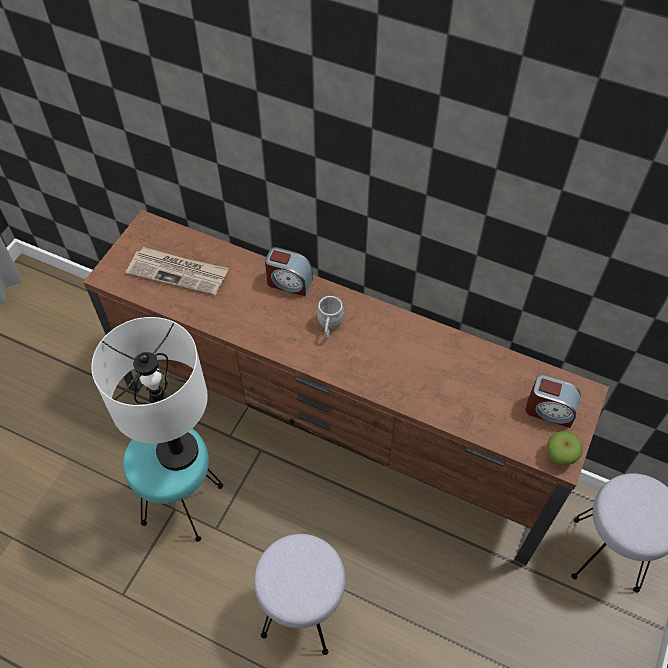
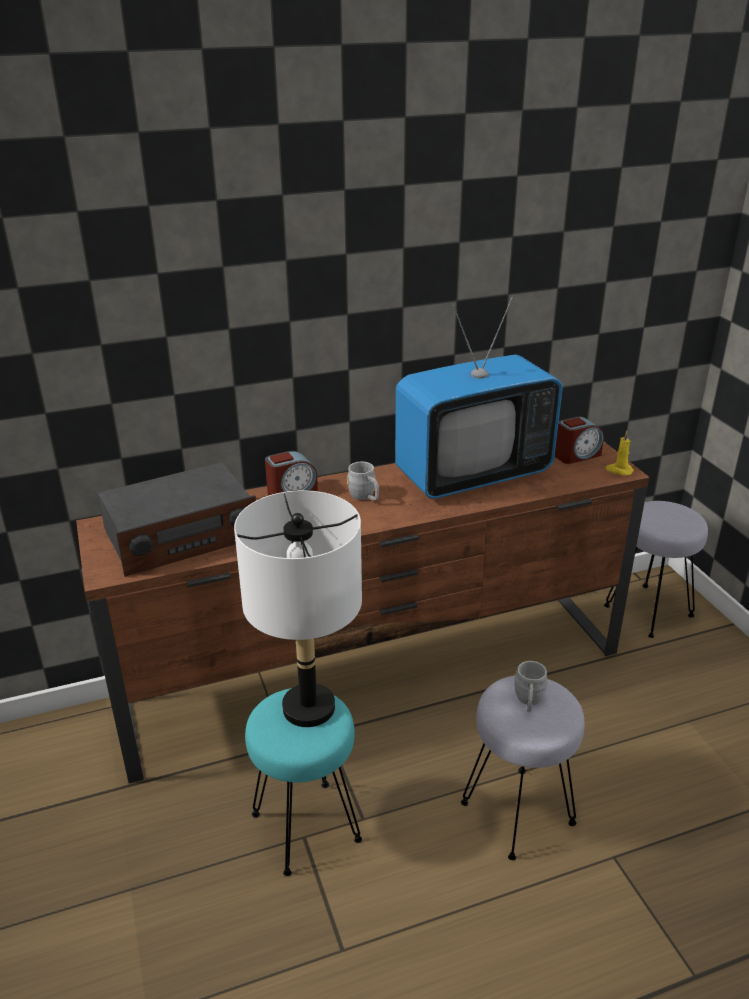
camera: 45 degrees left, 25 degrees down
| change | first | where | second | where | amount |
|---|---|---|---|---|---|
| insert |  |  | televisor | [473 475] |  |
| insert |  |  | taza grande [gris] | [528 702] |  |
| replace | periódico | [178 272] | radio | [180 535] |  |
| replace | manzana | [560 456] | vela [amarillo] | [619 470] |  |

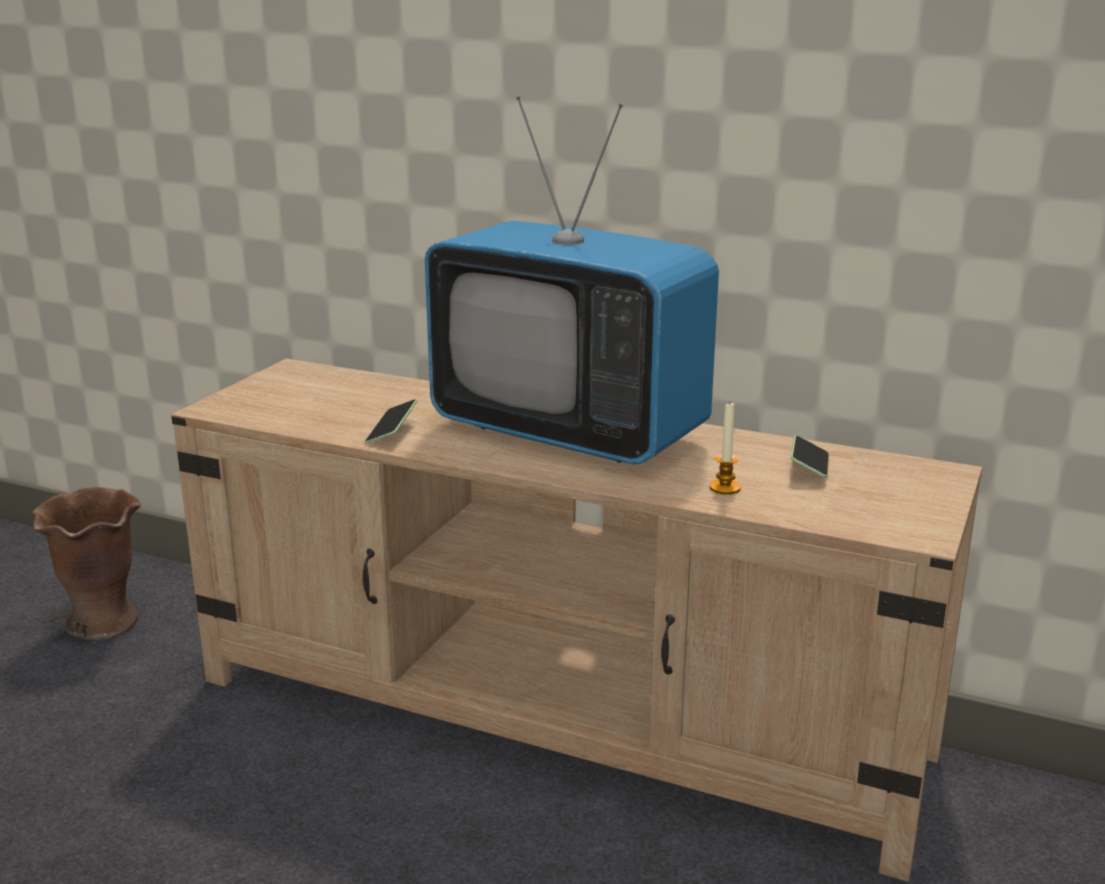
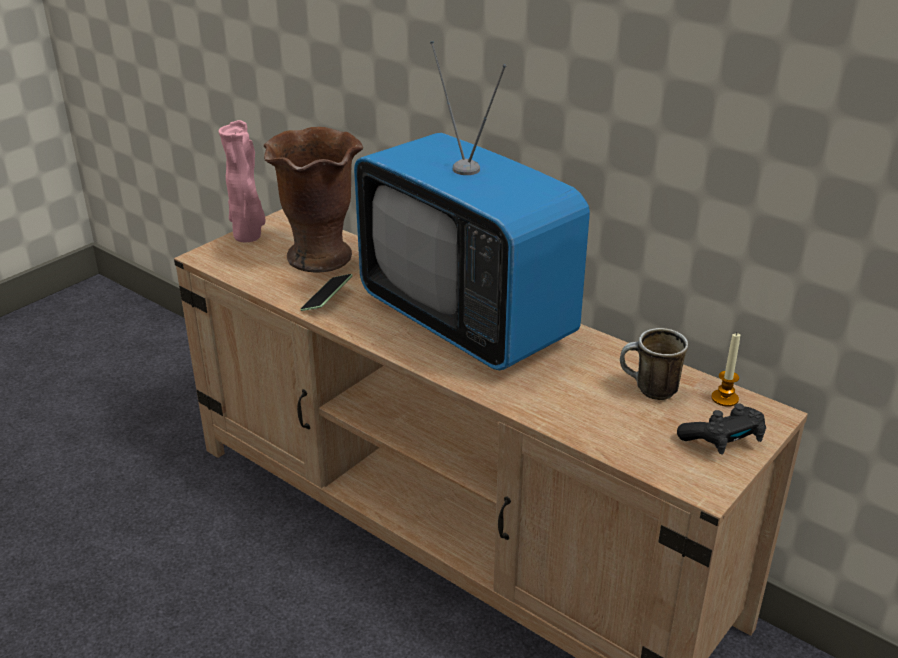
camera: 15 degrees right, 10 degrees up
| change | first | where | second | where | amount |
|---|---|---|---|---|---|
| insert |  |  | florero [rosa] | [249 237] |  |
| insert |  |  | mando de consola [negro] | [723 440] |  |
| move | florero [marrón] | [103 623] |  | [320 257] |  |
| move | vela | [725 488] |  | [724 398] |  |
| replace | móvil | [809 467] | taza grande | [648 391] |  |

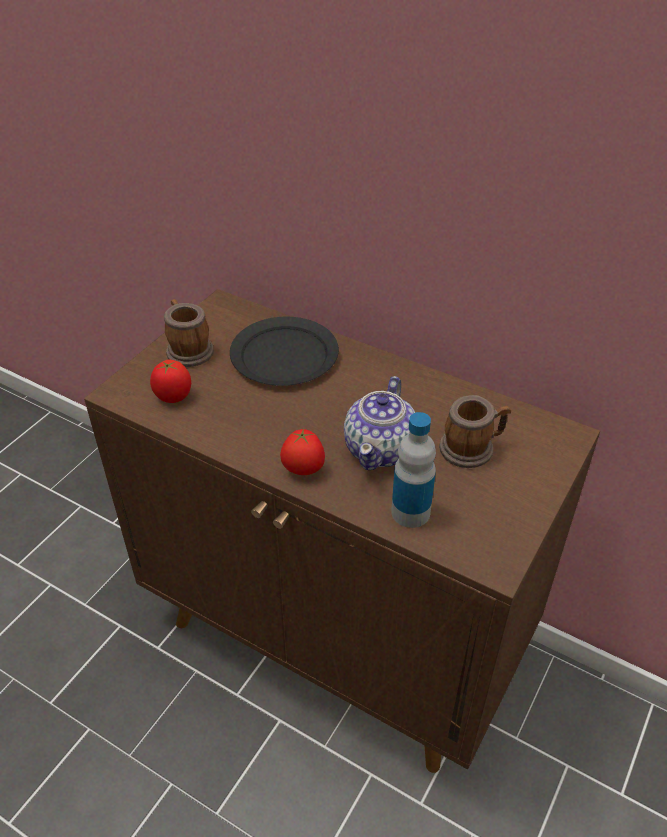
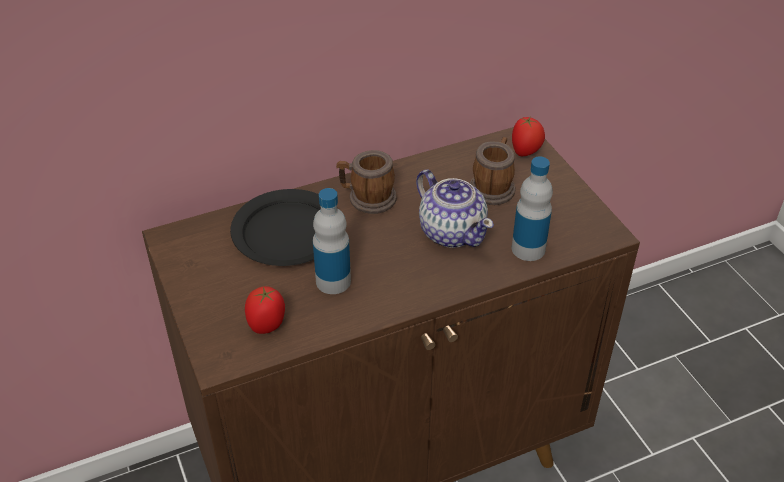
camera: 55 degrees left, 0 degrees up
| change | first | where | second | where | amount |
|---|---|---|---|---|---|
| insert |  |  | botella | [333 281] |  |
| move | taza grande | [188 349] |  | [367 198] |  |
| move | tomate | [303 470] |  | [526 152] |  |

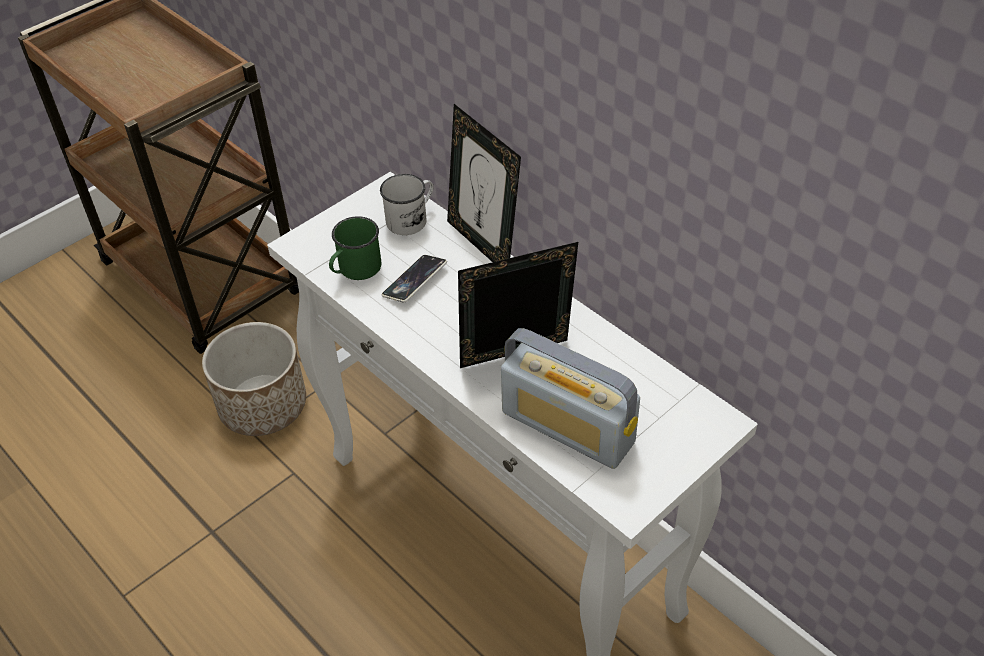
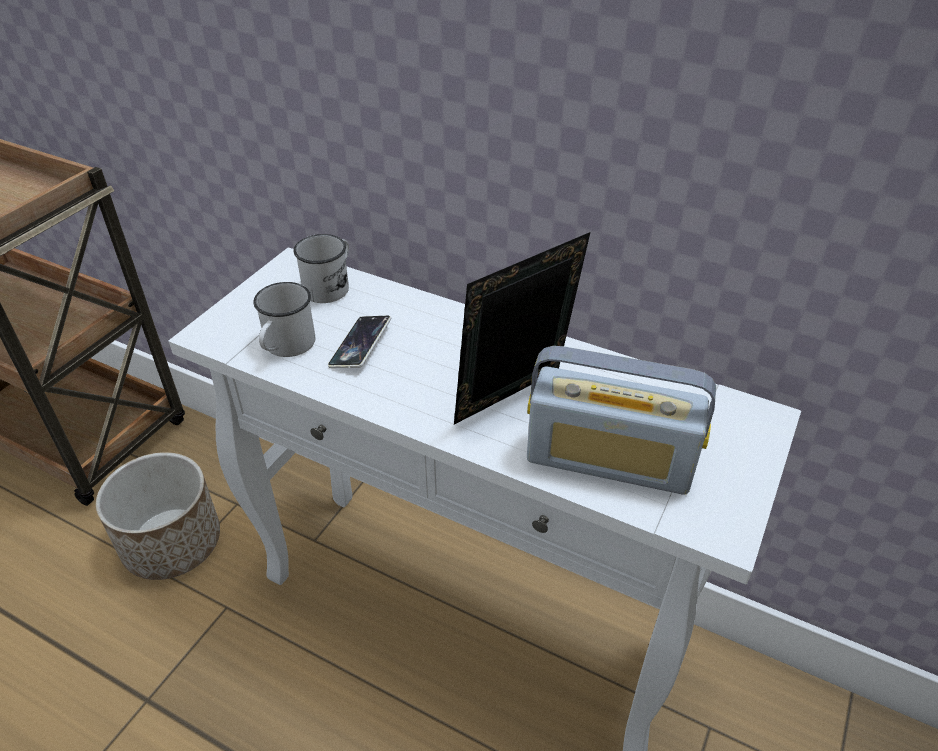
camera: 20 degrees left, 5 degrees down
| change | first | where | second | where | amount |
|---|---|---|---|---|---|
| delete | portarretratos | [483 244] |  |  |  |
| recolor | taza grande [verde] | [355 270] | taza grande [blanco] | [286 347] |  |

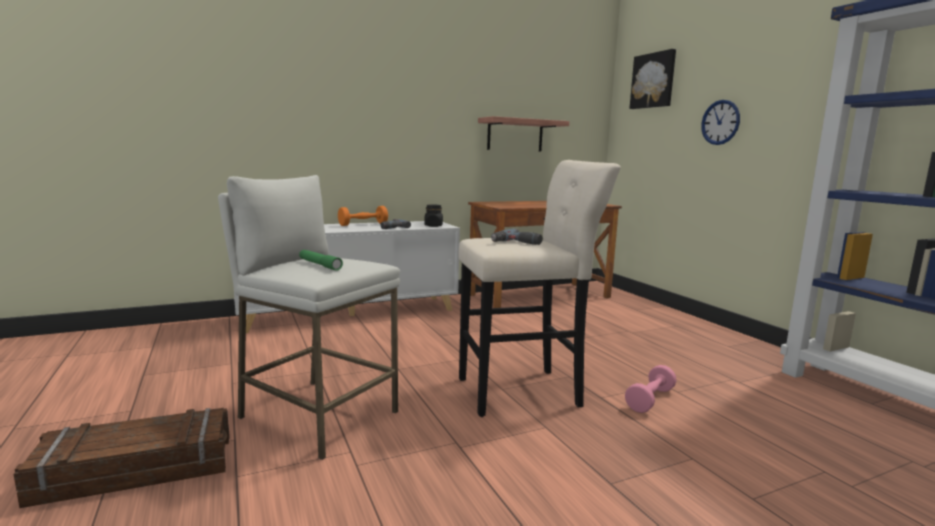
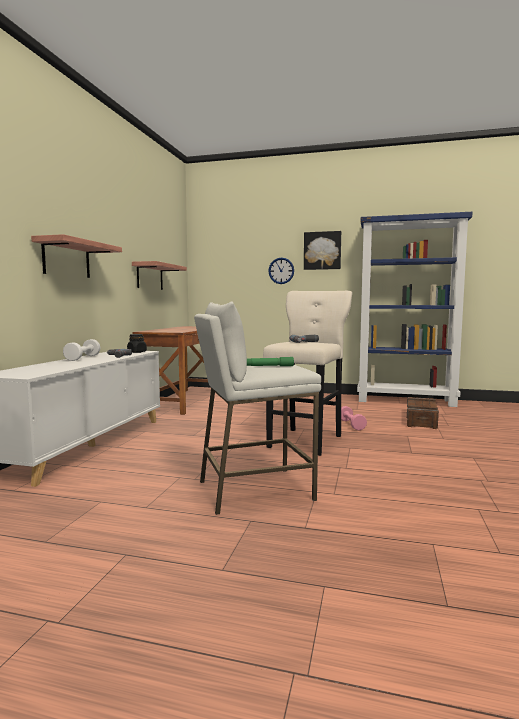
camera: 50 degrees left, 5 degrees down
| change | first | where | second | where | amount |
|---|---|---|---|---|---|
| insert |  |  | estante | [66 259] |  |
| move | caja de embalaje | [136 471] |  | [421 419] |  |
| move | cuadro | [653 80] |  | [322 250] |  |
| recolor | mancuerna [naranja] | [363 224] | mancuerna [blanco] | [82 358] |  |

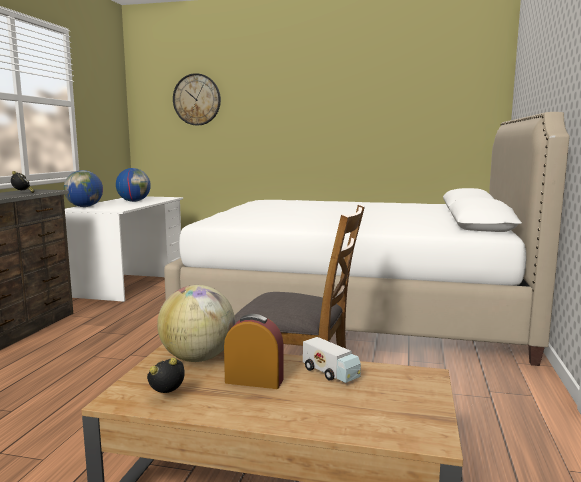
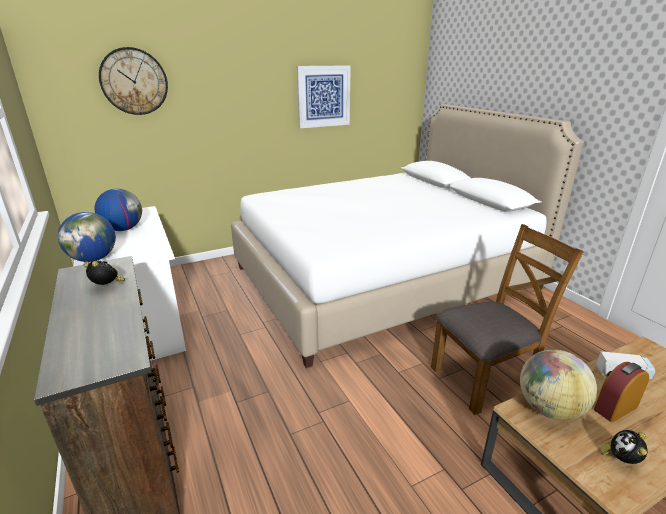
camera: 40 degrees left, 15 degrees up
| change | first | where | second | where | amount |
|---|---|---|---|---|---|
| insert |  |  | cuadro | [323 96] |  |

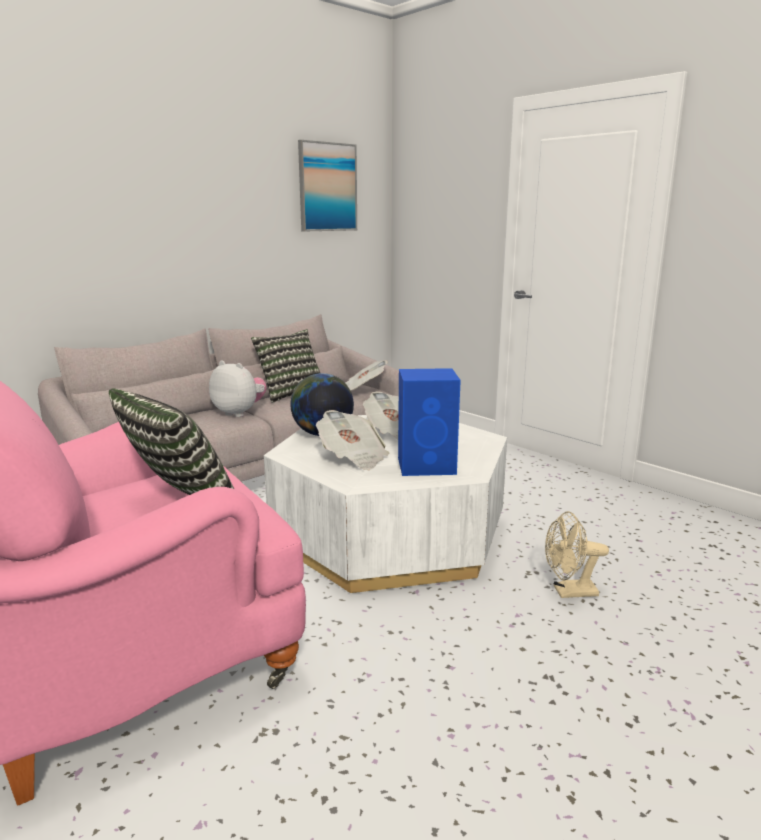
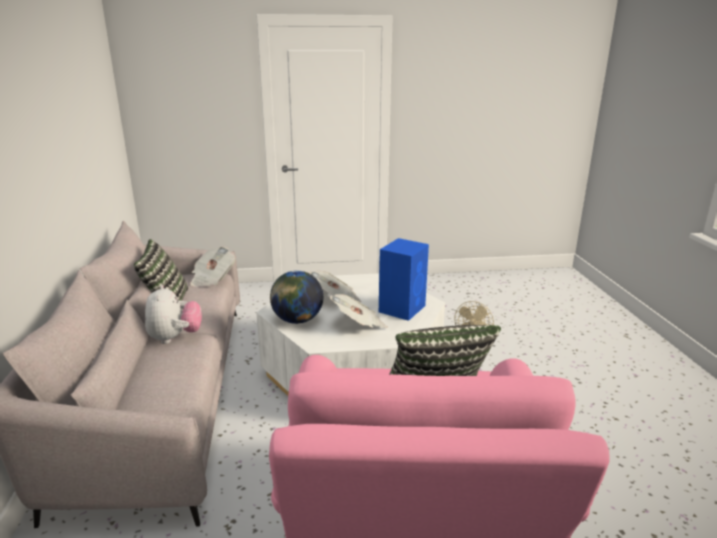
camera: 55 degrees left, 5 degrees up
| change | first | where | second | where | amount |
|---|---|---|---|---|---|
| delete | cuadro | [327 187] |  |  |  |
| rotate | peluche | [239 413] |  | [175 338] | 105 degrees clockwise |

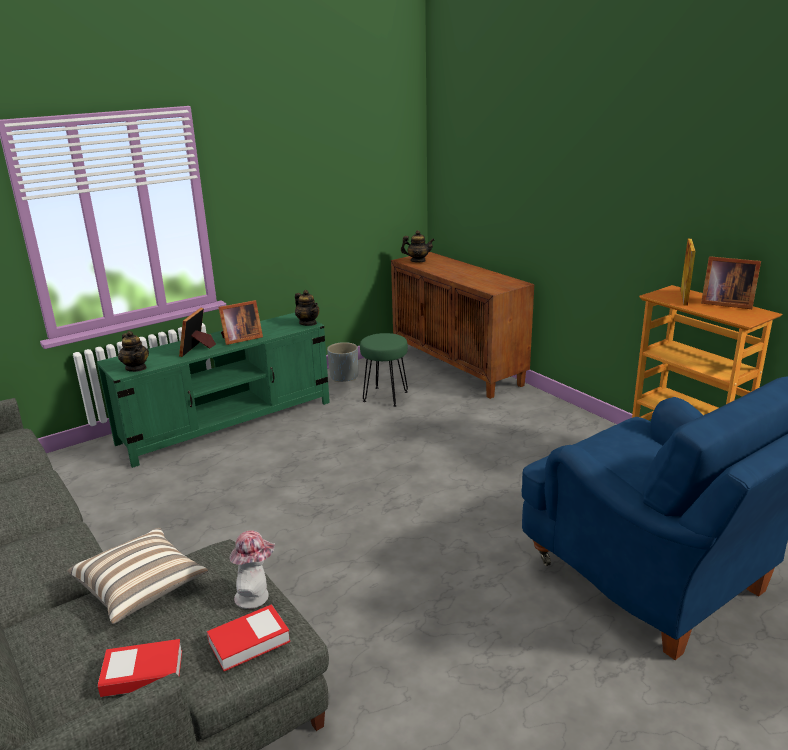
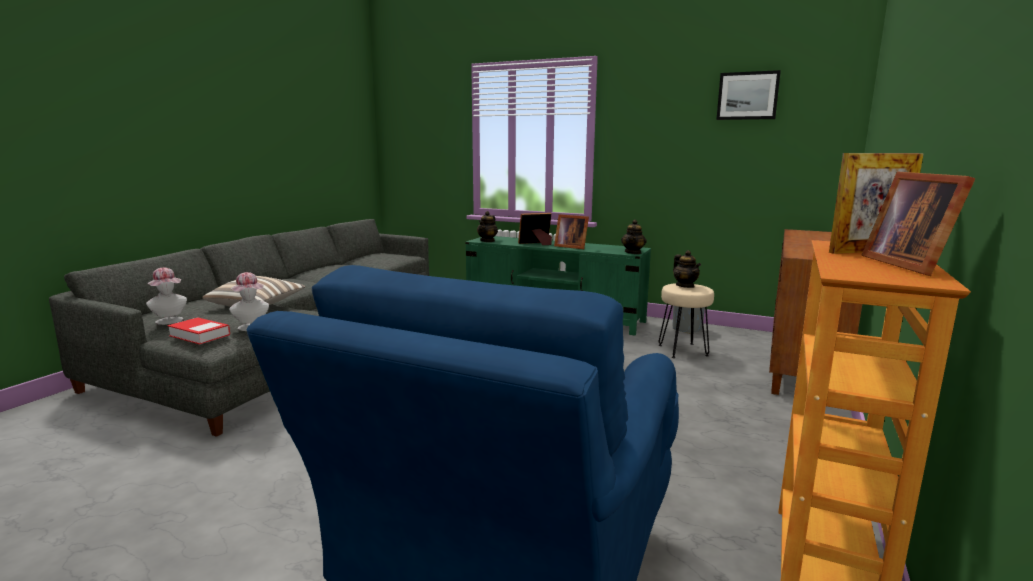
camera: 60 degrees right, 10 degrees down
| change | first | where | second | where | amount |
|---|---|---|---|---|---|
| insert |  |  | cuadro | [747 96] |  |
| move | tetera | [418 261] |  | [685 286] |  |
| replace | libro | [142 673] | sombrero | [170 321] |  |
| recolor | taburete [verde] | [385 396] | taburete [beis] | [683 350] |  |

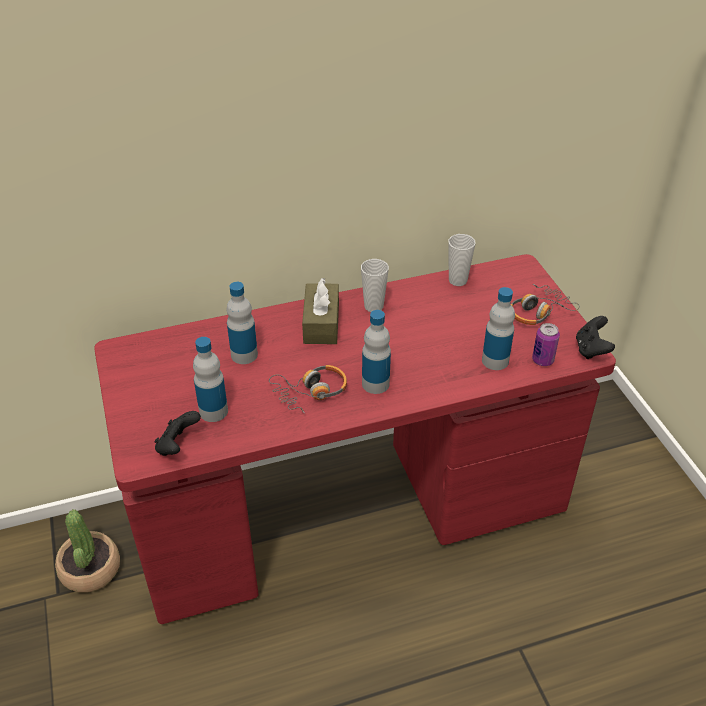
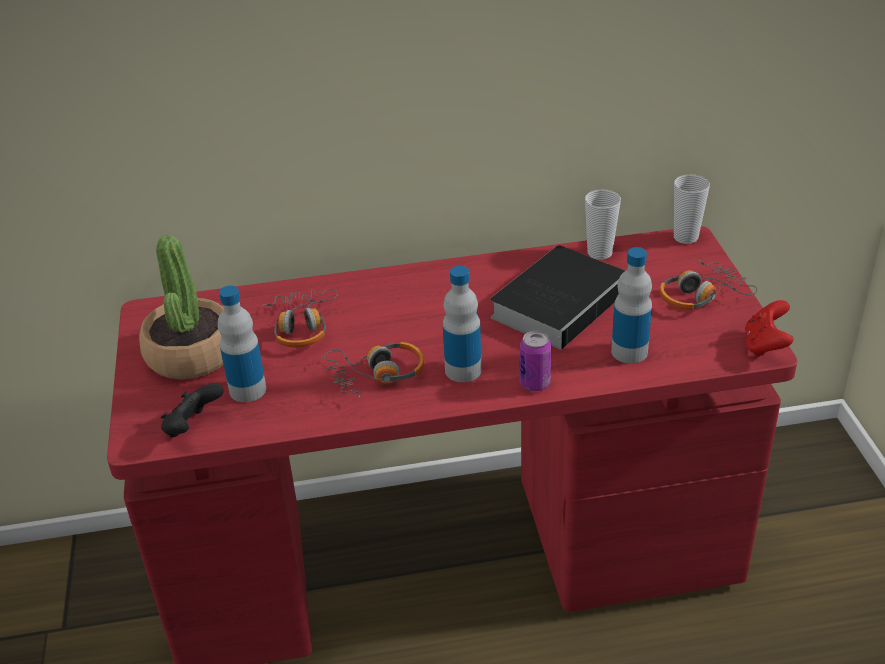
camera: 10 degrees right, 5 degrees down
| change | first | where | second | where | amount |
|---|---|---|---|---|---|
| delete | caja de pañuelos [marrón] | [321 323] |  |  |  |
| insert |  |  | libro | [561 301] |  |
| move | planta en maceta | [90 569] |  | [191 354] |  |
| move | taza | [373 306] |  | [685 237] |  |
| move | lata | [542 360] |  | [535 384] |  |
| replace | botella | [244 355] | auriculares | [302 326] |  |
| recolor | mando de consola [negro] | [591 349] | mando de consola [rojo] | [765 346] |  |

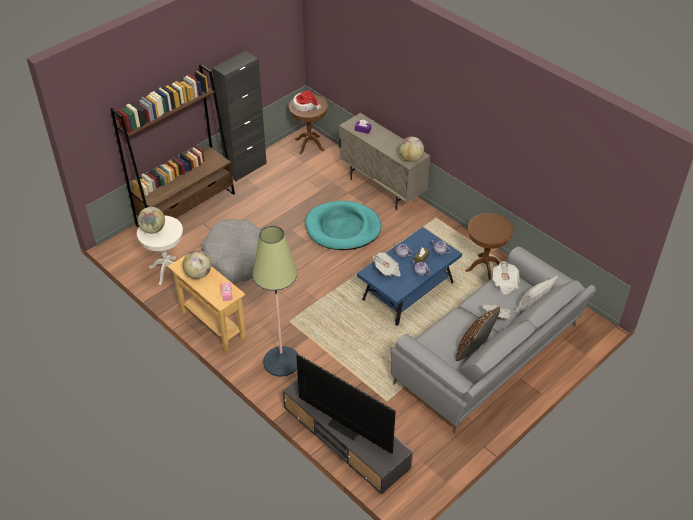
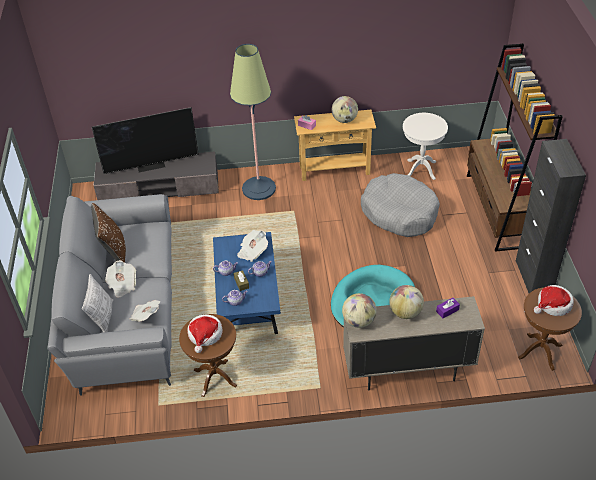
camera: 130 degrees right, 0 degrees up
| change | first | where | second | where | amount |
|---|---|---|---|---|---|
| insert |  |  | sombrero | [205 335] |  |
| move | globo terráqueo | [153 230] |  | [405 312] |  |

